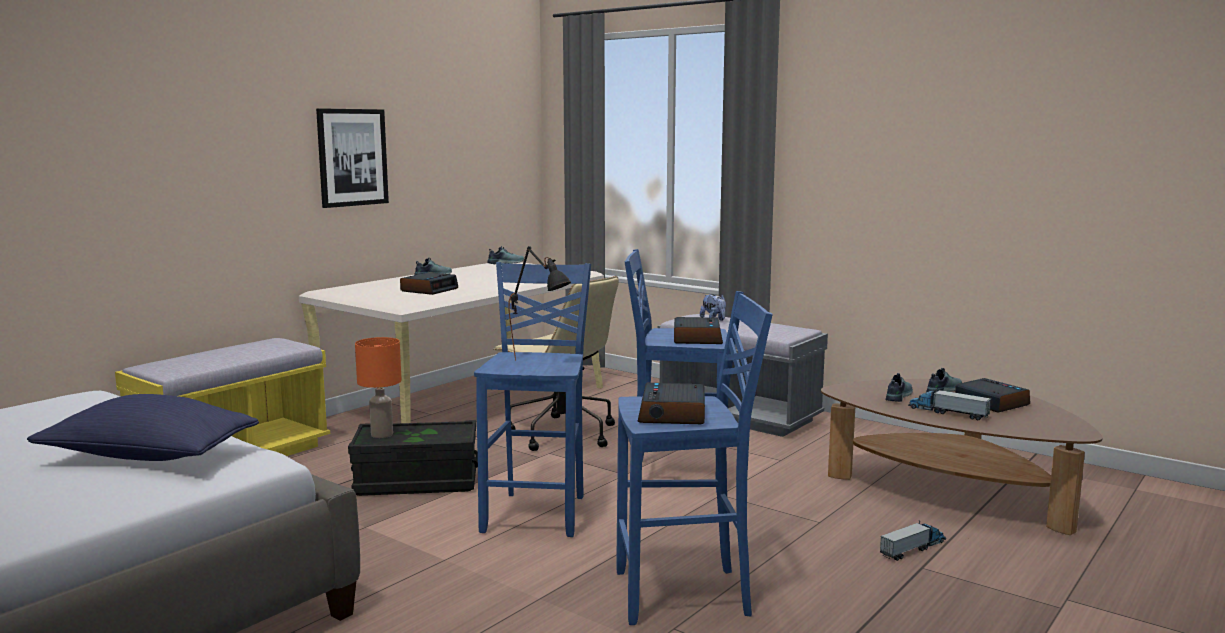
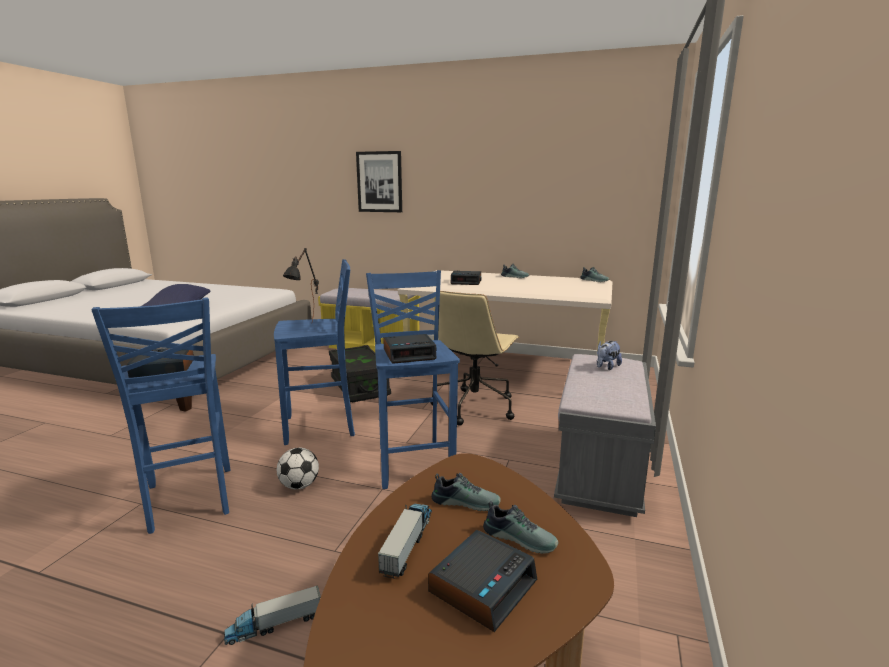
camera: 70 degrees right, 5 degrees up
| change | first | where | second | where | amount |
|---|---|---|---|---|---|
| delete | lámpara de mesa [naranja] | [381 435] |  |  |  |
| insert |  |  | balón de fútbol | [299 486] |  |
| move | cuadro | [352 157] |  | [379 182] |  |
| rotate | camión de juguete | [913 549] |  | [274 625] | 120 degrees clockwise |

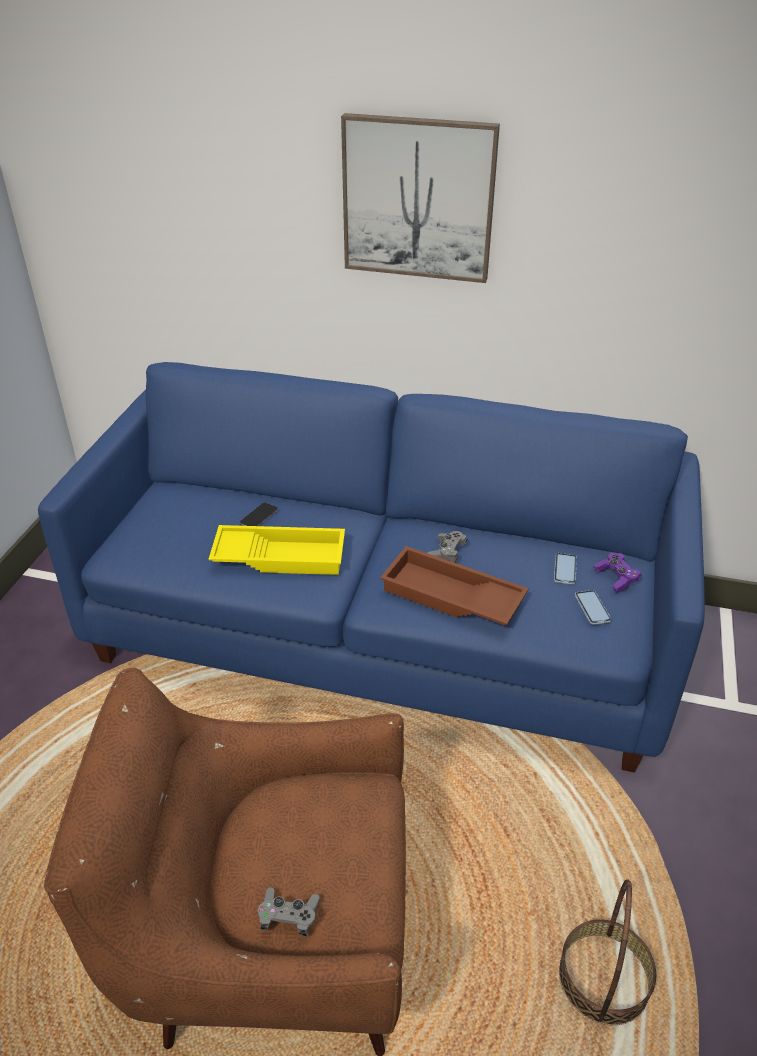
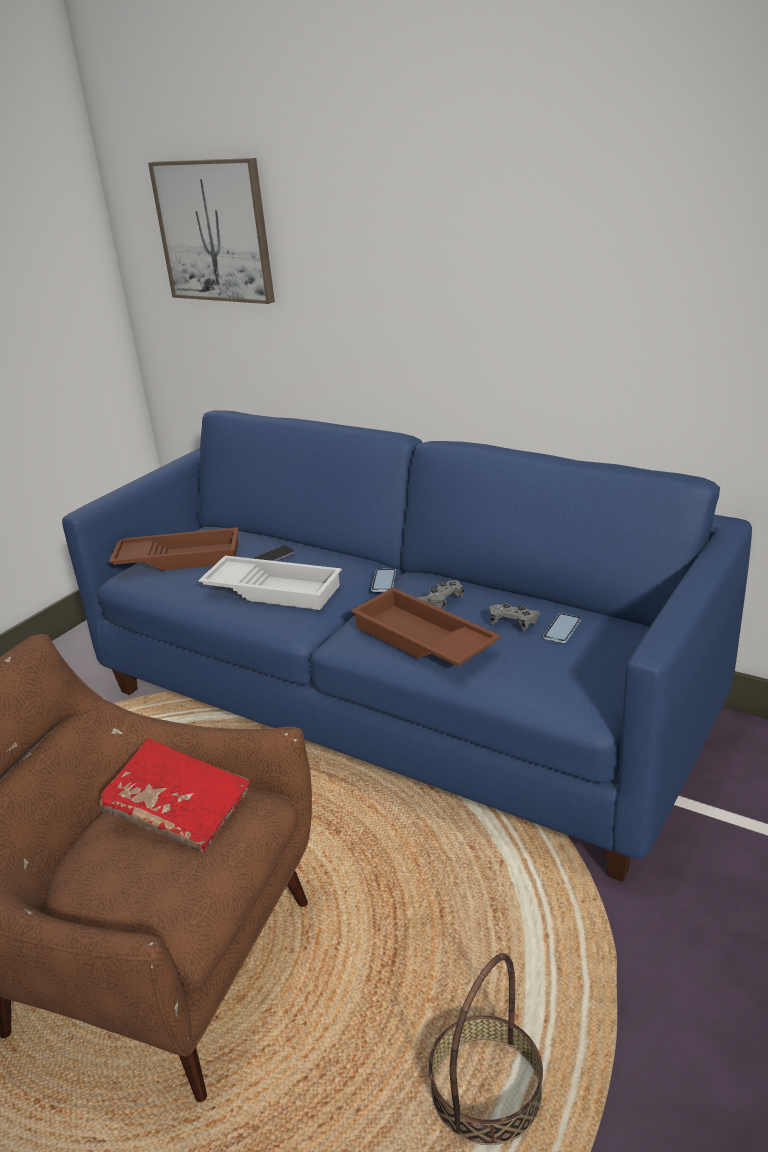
camera: 20 degrees right, 10 degrees down
| change | first | where | second | where | amount |
|---|---|---|---|---|---|
| delete | mando de consola [morado] | [616 578] |  |  |  |
| insert |  |  | libro [rojo] | [179 811] |  |
| insert |  |  | bandeja [marrón] | [180 557] |  |
| move | mando de consola [gris] | [289 917] |  | [513 623] |  |
| move | cuadro | [418 199] |  | [214 231] |  |
| move | móvil | [592 608] |  | [384 581] |  |
| recolor | bandeja [amarillo] | [281 555] | bandeja [blanco] | [274 589] |  |

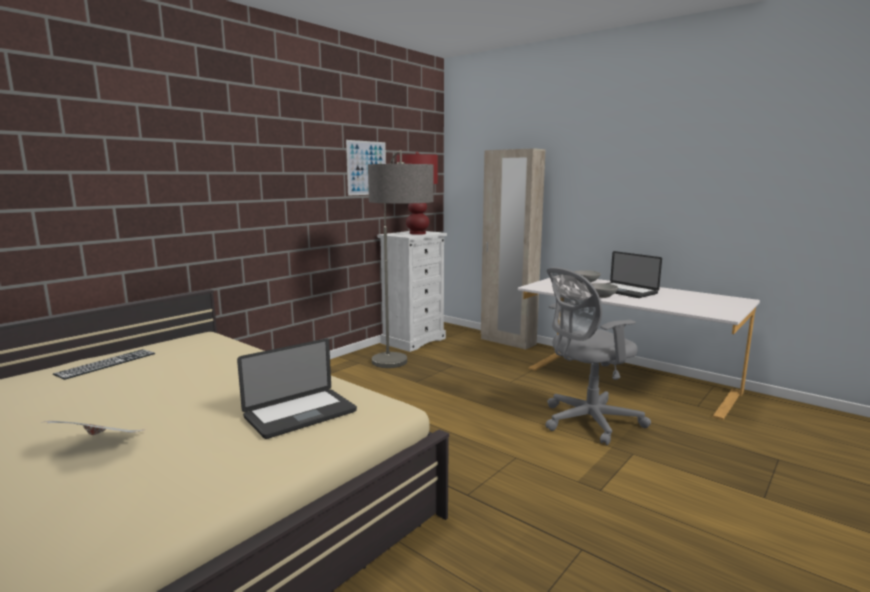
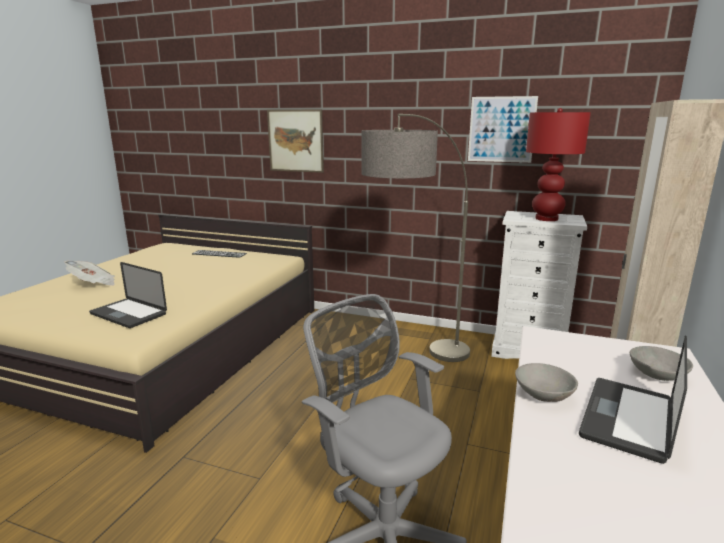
camera: 70 degrees right, 5 degrees up
| change | first | where | second | where | amount |
|---|---|---|---|---|---|
| insert |  |  | cuadro | [295 141] |  |

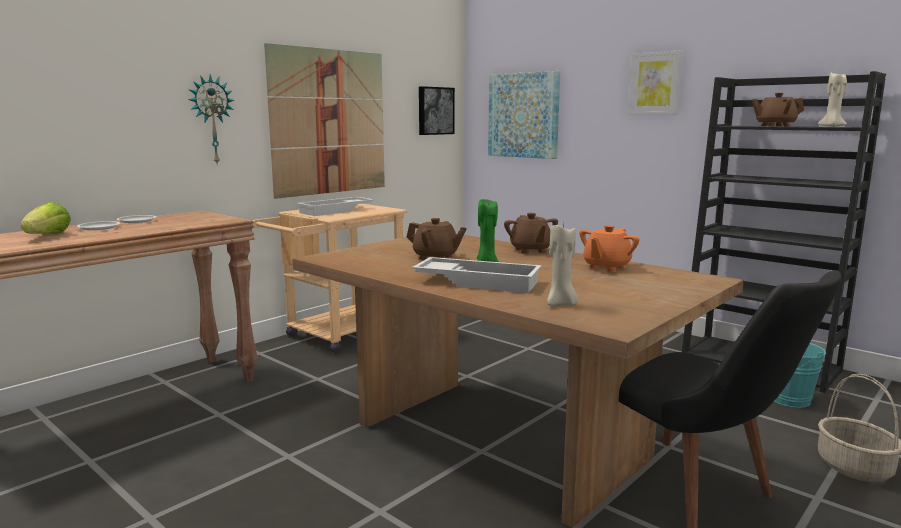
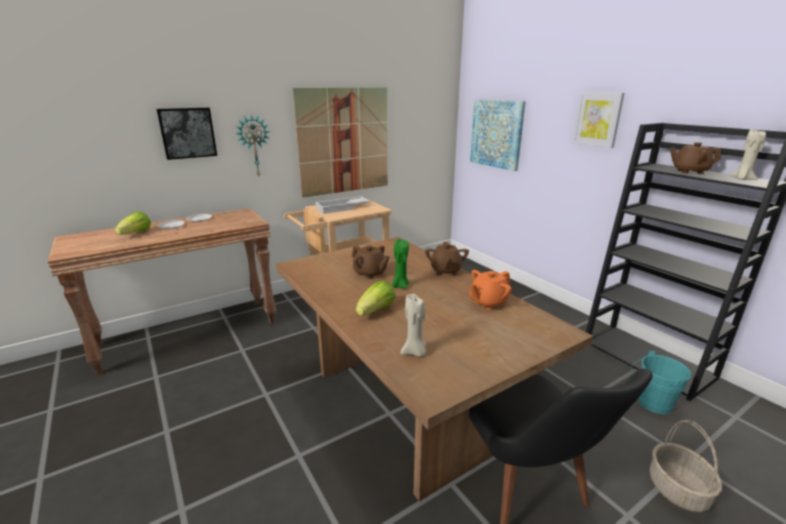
camera: 15 degrees right, 10 degrees up
| change | first | where | second | where | amount |
|---|---|---|---|---|---|
| move | cuadro | [435 111] |  | [187 133] |  |
| replace | bandeja [blanco] | [478 282] | lechuga | [376 311] |  |

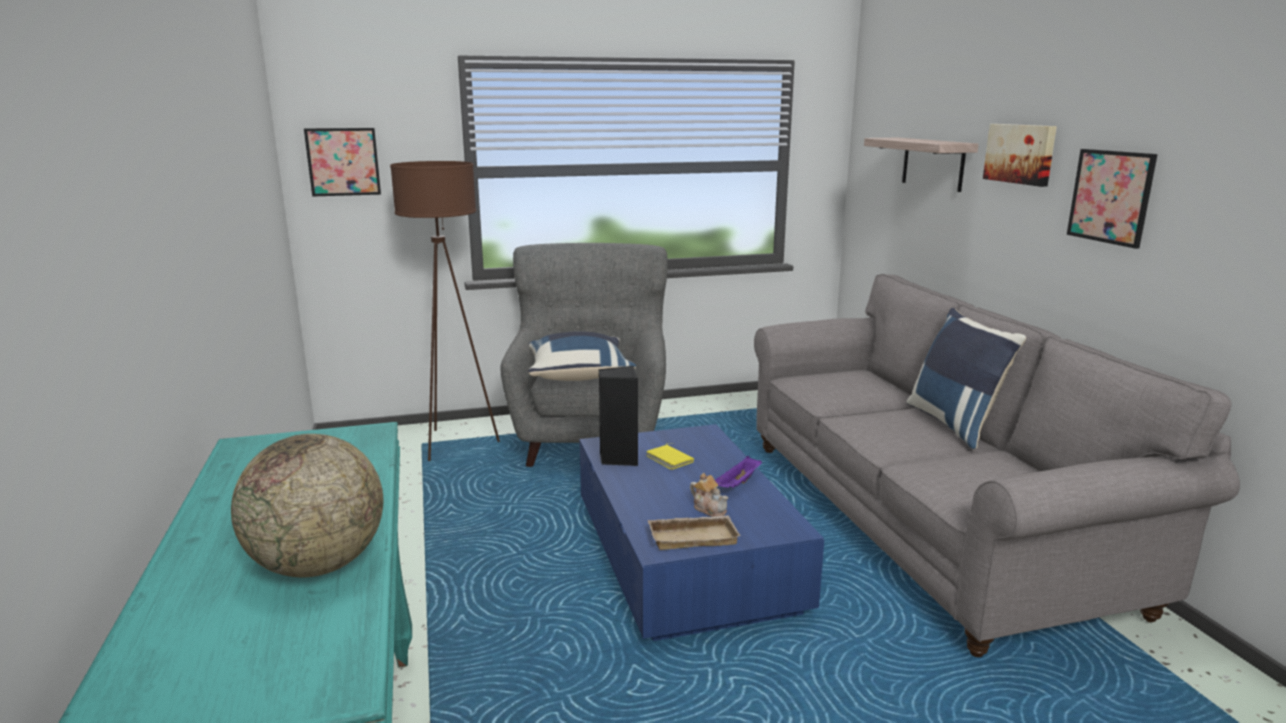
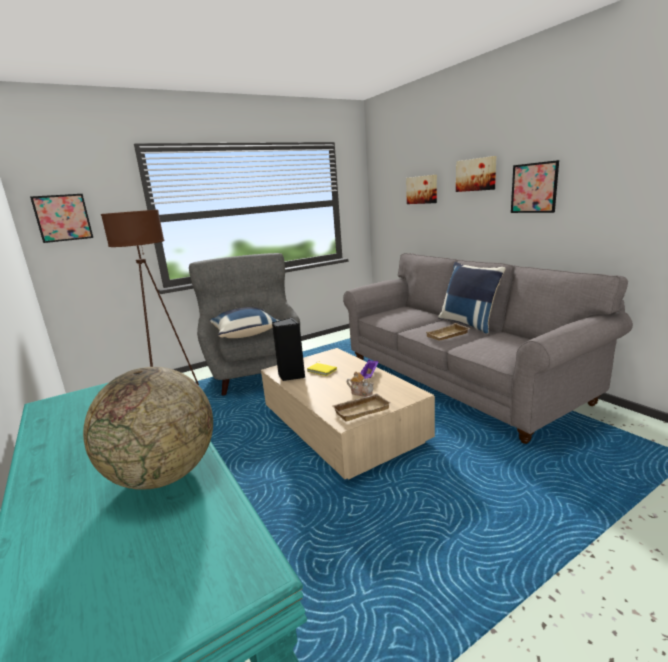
camera: 15 degrees left, 0 degrees up
| change | first | where | second | where | amount |
|---|---|---|---|---|---|
| insert |  |  | bandeja [beis] | [448 335] |  |
| replace | estante | [933 163] | cuadro | [422 189] |  |
| recolor | mesa de centro [azul] | [685 557] | mesa de centro [beis] | [342 426] |  |

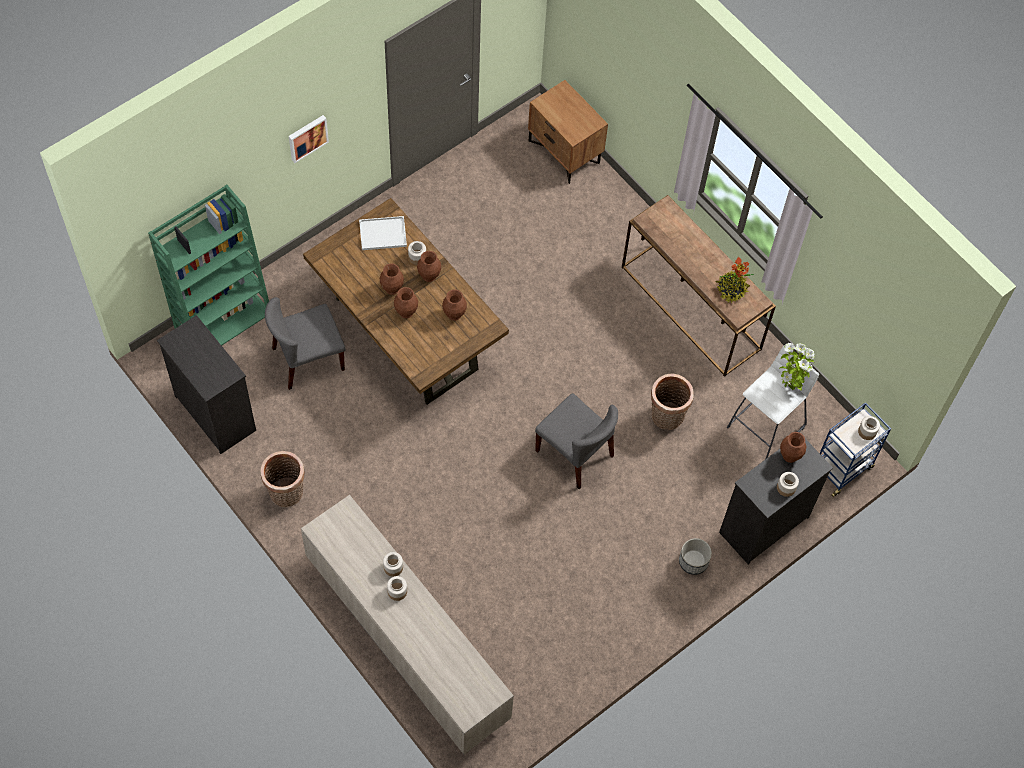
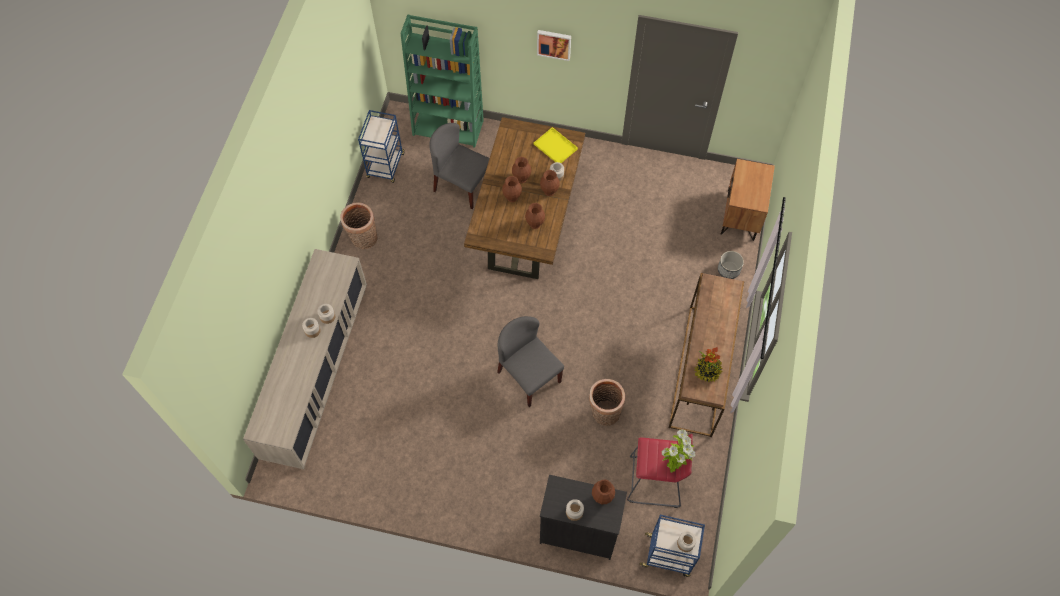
camera: 55 degrees right, 0 degrees up
| change | first | where | second | where | amount |
|---|---|---|---|---|---|
| move | maceta | [693 561] |  | [728 270] |  |
| replace | cómoda [negro] | [215 412] | carrito [azul] | [386 166] |  |
| recolor | bandeja [blanco] | [382 234] | bandeja [amarillo] | [554 146] |  |
| recolor | taburete [blanco] | [766 426] | taburete [rojo] | [655 482] |  |
| rotate | silla [gris] | [575 453] |  | [528 376] | 135 degrees clockwise |

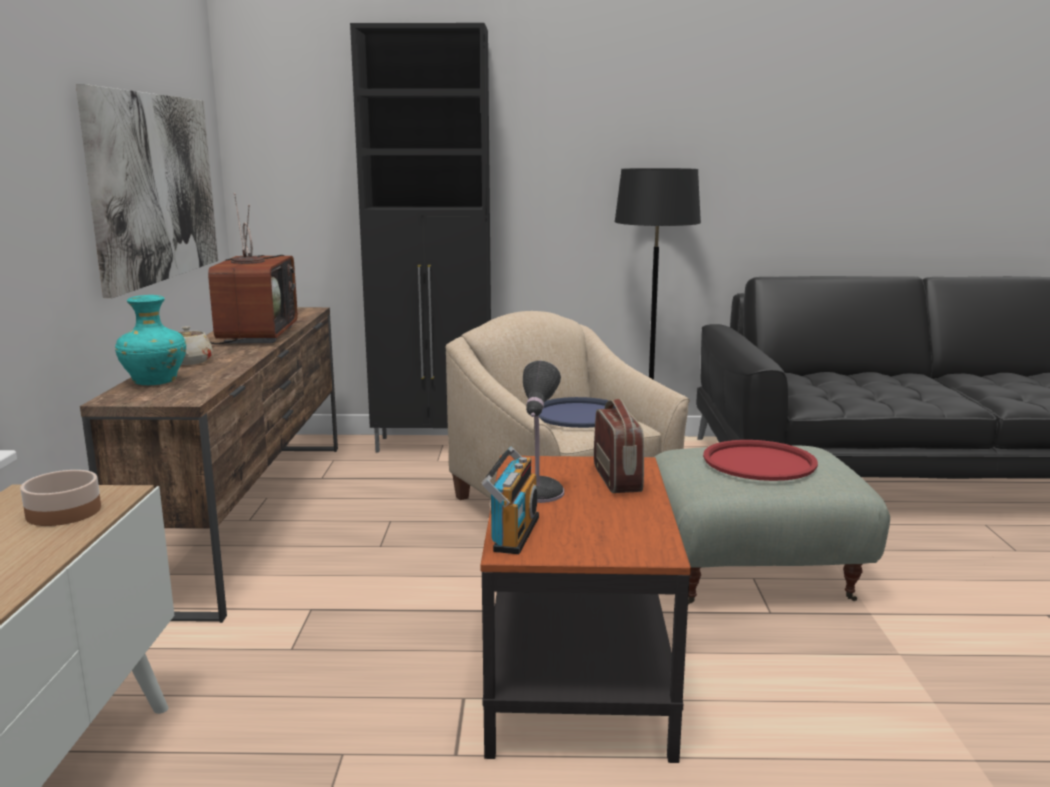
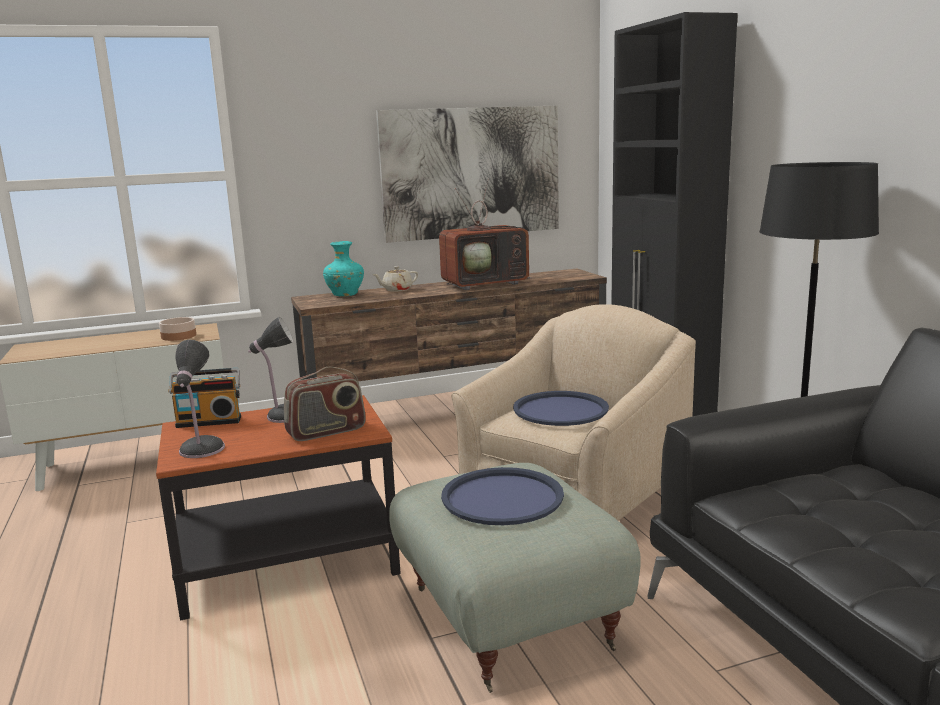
camera: 70 degrees right, 0 degrees up
| change | first | where | second | where | amount |
|---|---|---|---|---|---|
| insert |  |  | lámpara de mesa | [200 450] |  |
| recolor | bandeja [rojo] | [759 462] | bandeja [azul] | [502 498] |  |

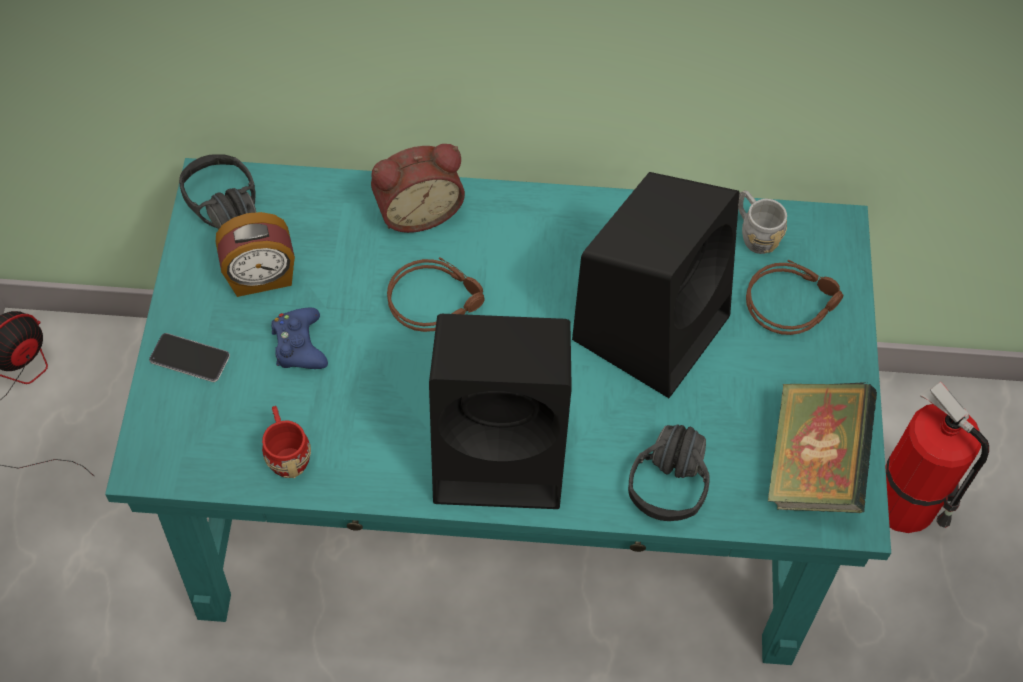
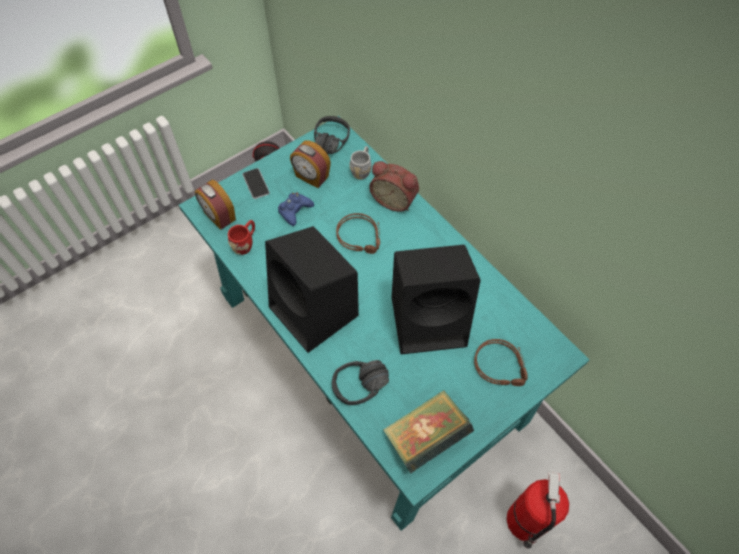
camera: 50 degrees right, 0 degrees up
| change | first | where | second | where | amount |
|---|---|---|---|---|---|
| insert |  |  | despertador | [219 216] |  |
| move | taza grande [gris] | [754 233] |  | [362 169] |  |

